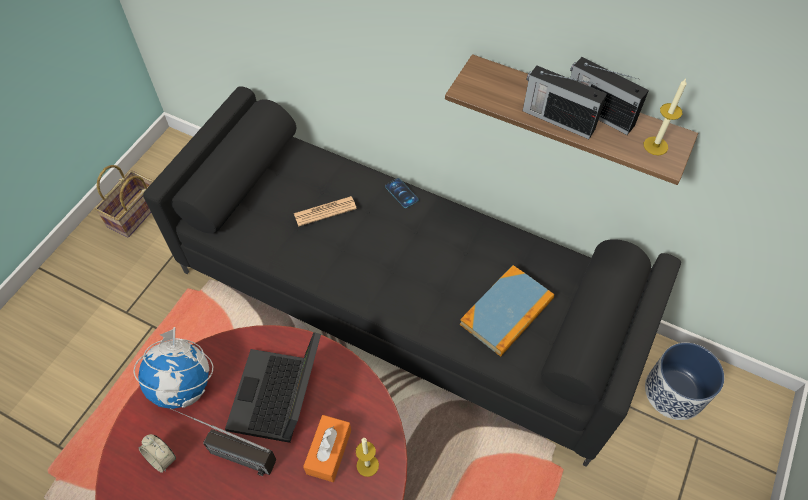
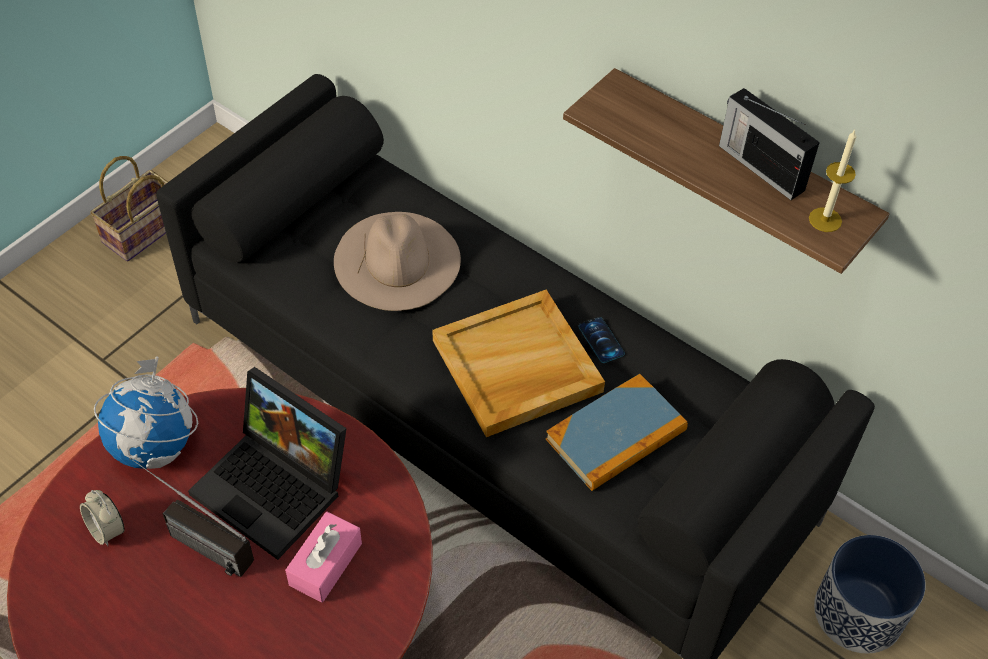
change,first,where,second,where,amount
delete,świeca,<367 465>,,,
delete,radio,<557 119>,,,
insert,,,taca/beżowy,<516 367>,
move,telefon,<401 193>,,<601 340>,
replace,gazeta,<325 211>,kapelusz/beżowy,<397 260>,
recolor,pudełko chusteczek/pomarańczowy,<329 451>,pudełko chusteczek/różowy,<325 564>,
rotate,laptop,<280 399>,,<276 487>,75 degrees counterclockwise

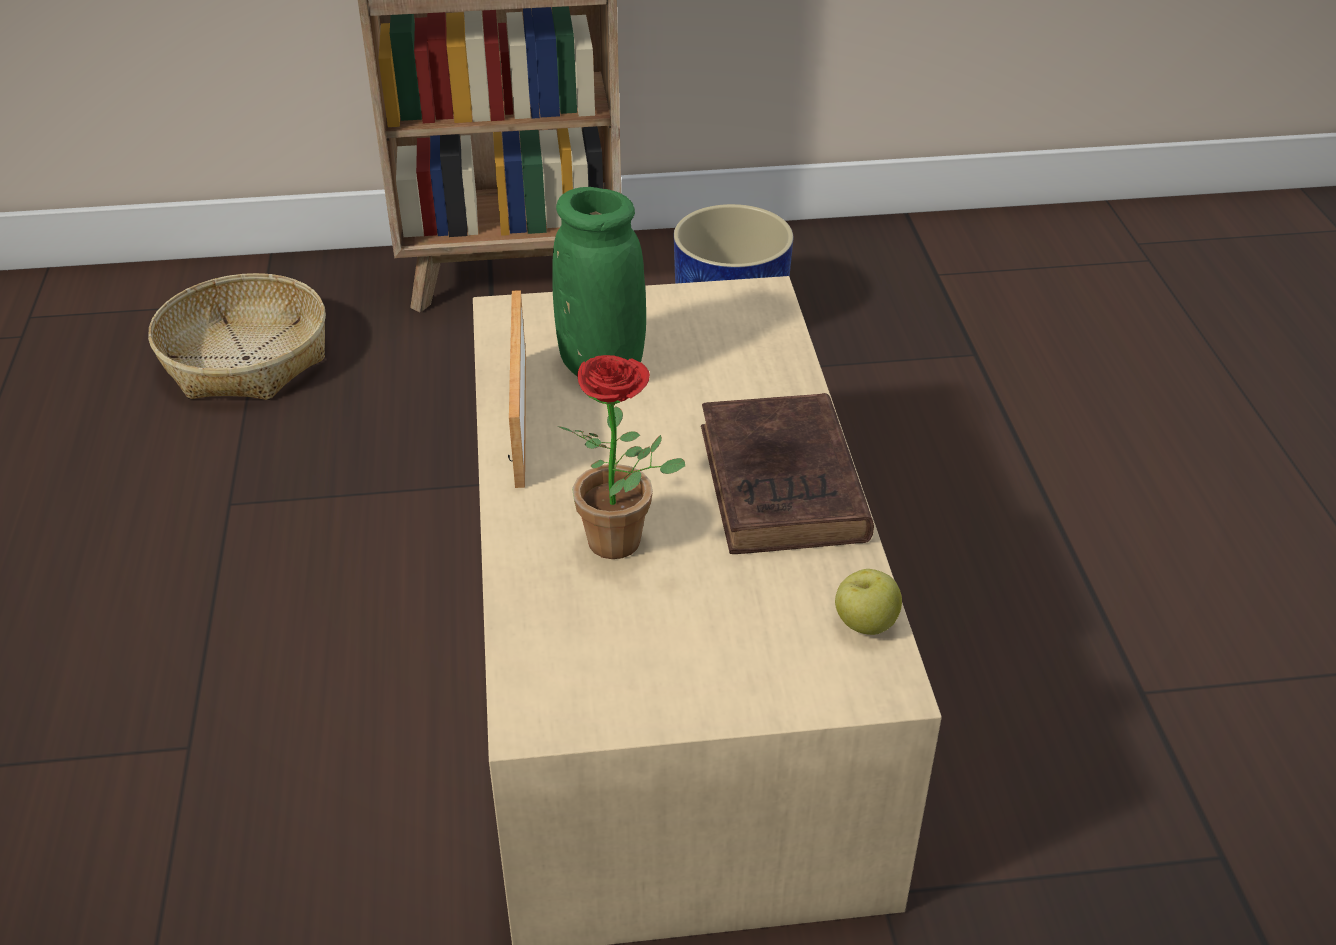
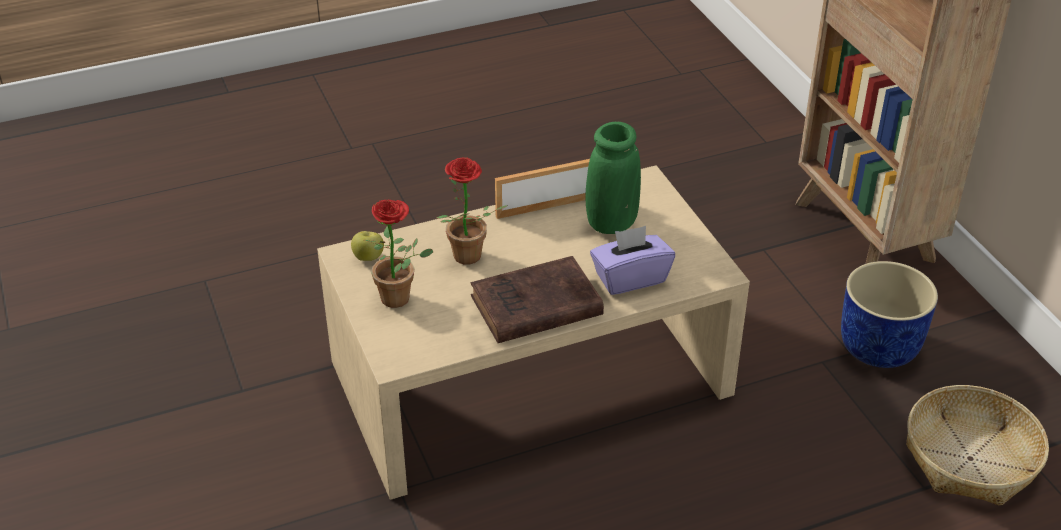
change,first,where,second,where,amount
insert,,,roślina doniczkowa,<401 299>,
insert,,,pudełko chusteczek/fioletowy,<630 278>,
move,koszyk,<246 358>,,<970 459>,
move,jabłko,<865 624>,,<368 257>,

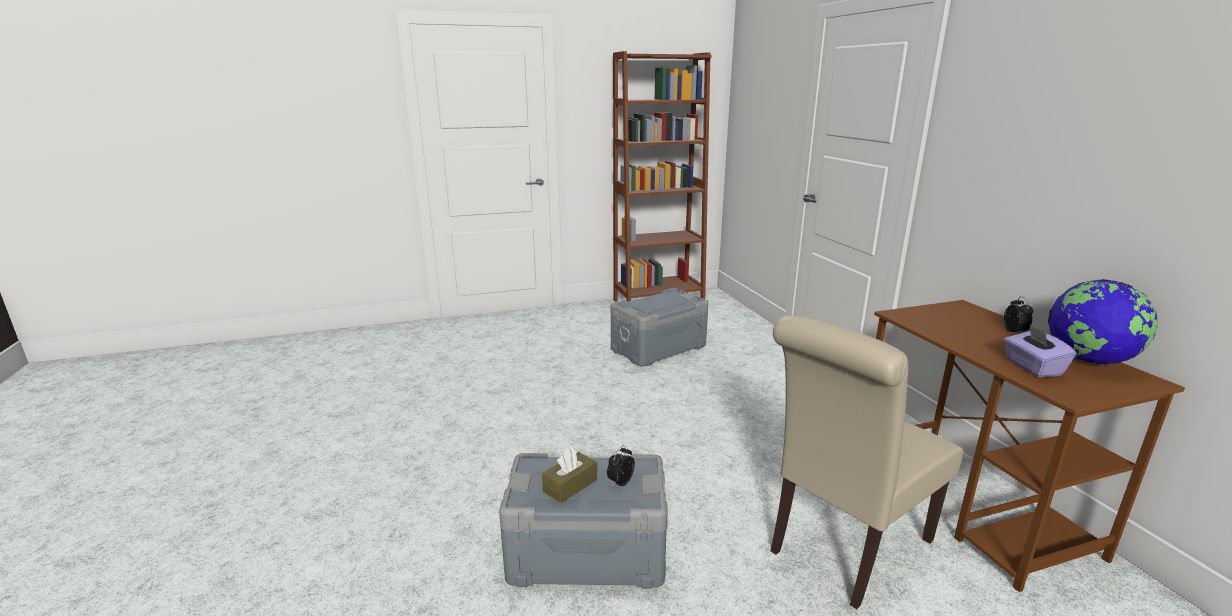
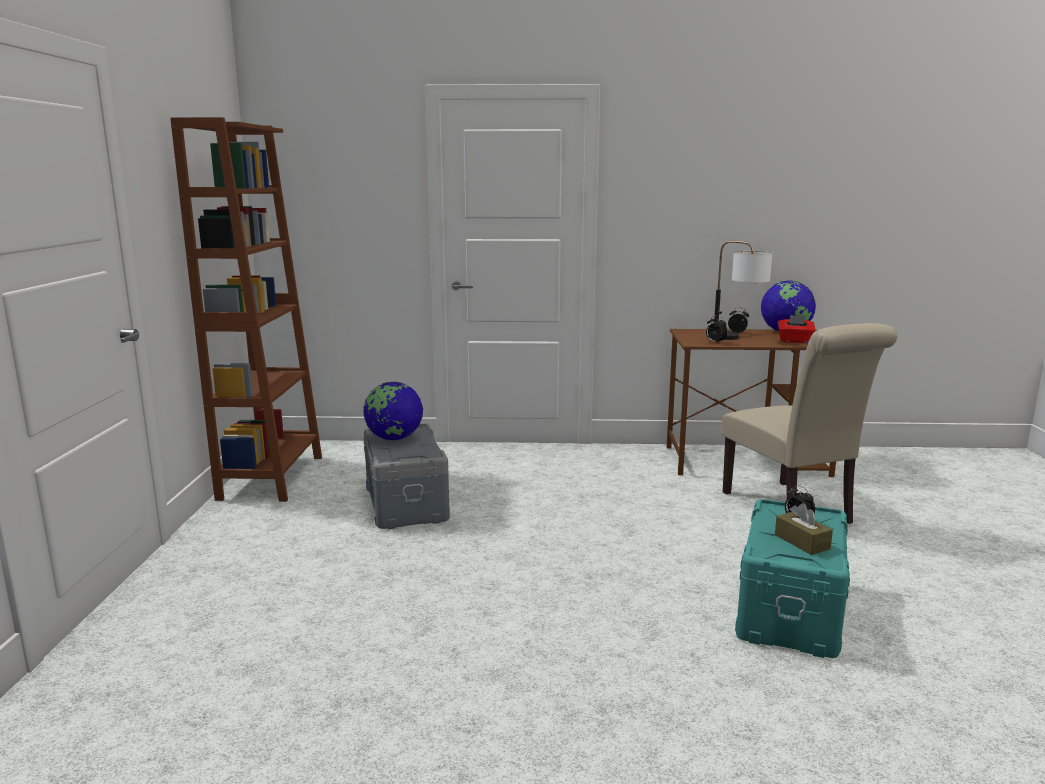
change,first,where,second,where,amount
insert,,,globus,<394 439>,
insert,,,budzik,<715 342>,
insert,,,lampa stołowa,<736 339>,
recolor,pojemnik do przechowywania/szary,<587 554>,pojemnik do przechowywania/turkusowy,<791 611>,
recolor,pudełko chusteczek/fioletowy,<1032 367>,pudełko chusteczek/czerwony,<795 341>,

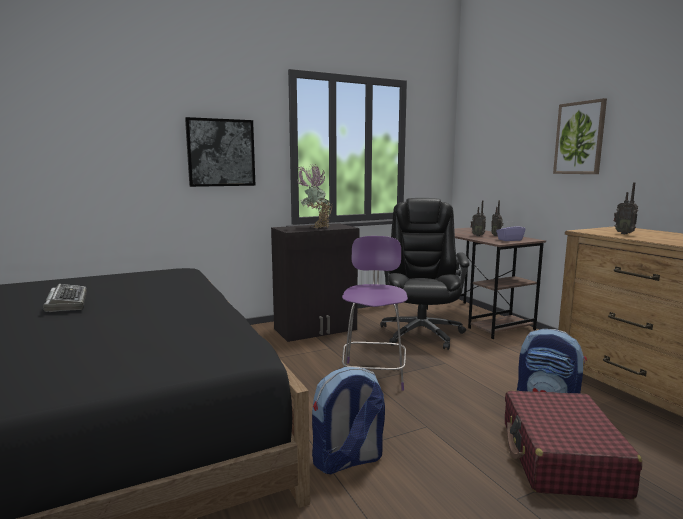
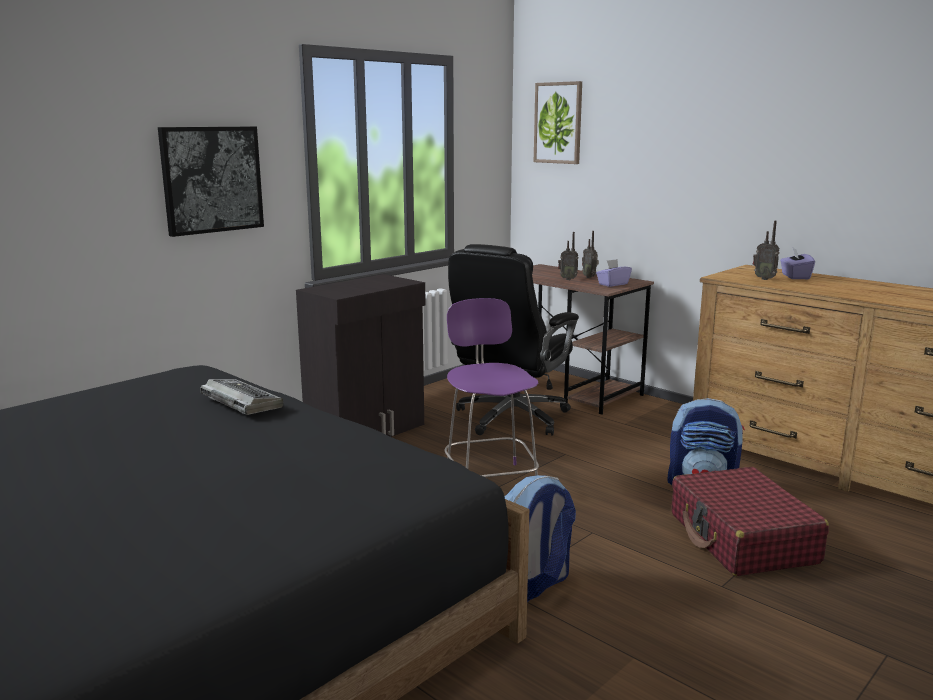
change,first,where,second,where,amount
delete,roślina doniczkowa,<315 228>,,,
insert,,,pudełko chusteczek/fioletowy,<795 276>,
move,klawiatura,<67 303>,,<240 402>,
move,obraz,<579 138>,,<558 123>,
rotate,krzesło biurowe/czarny,<421 333>,,<511 418>,135 degrees counterclockwise

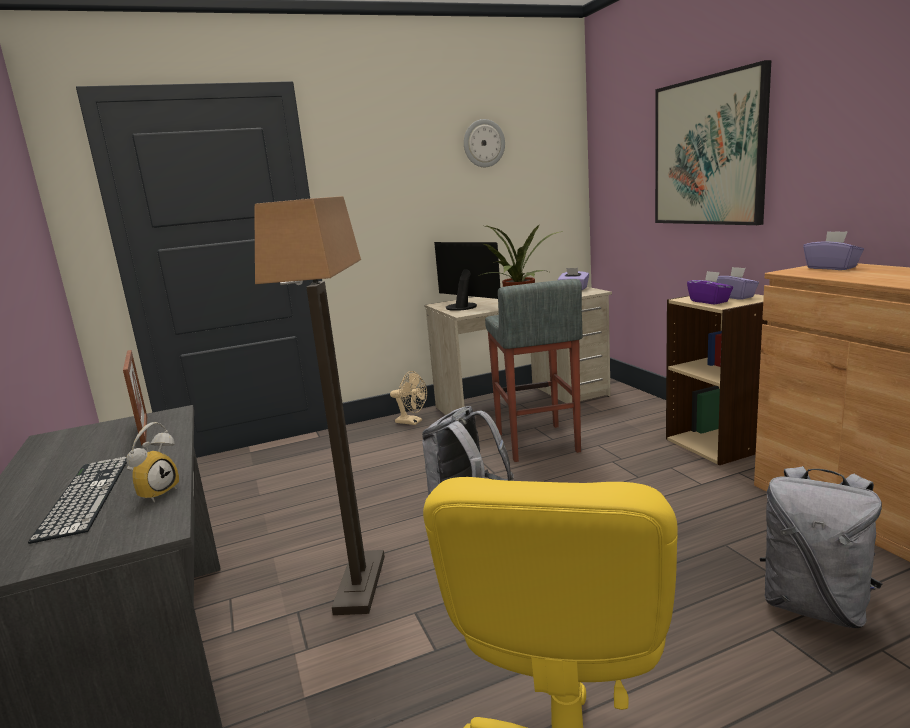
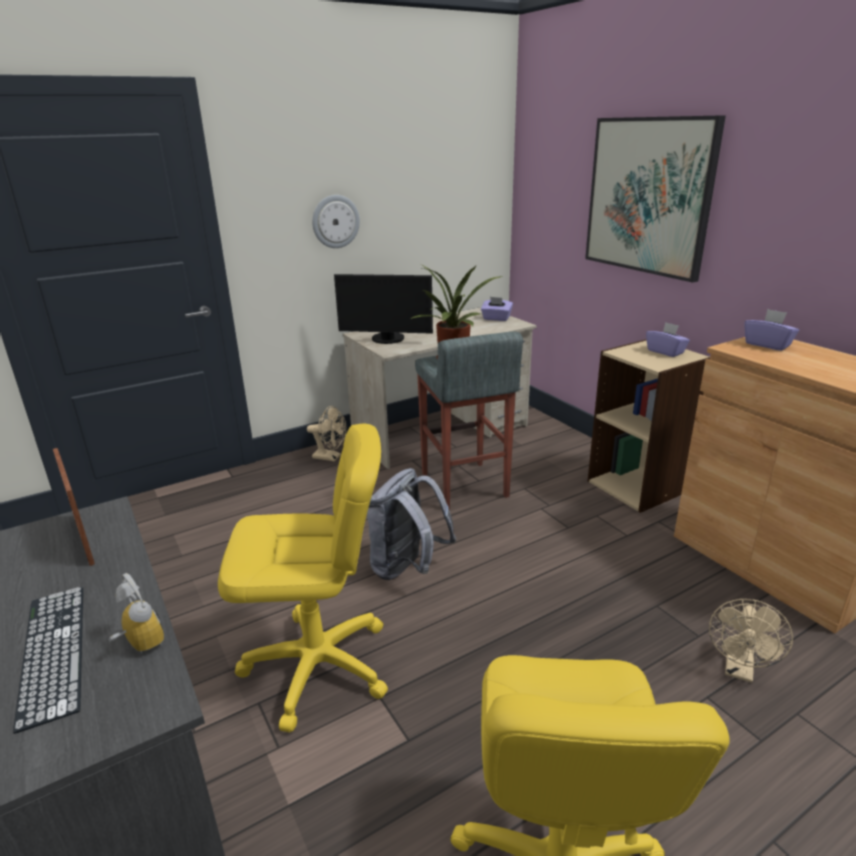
change,first,where,second,where,amount
delete,pudełko chusteczek/fioletowy,<709 301>,,,
move,zegar ścienny,<483 143>,,<335 221>,
replace,lampa stojąca,<361 584>,krzesło biurowe/żółty,<318 666>,
replace,plecak/szary,<814 606>,wentylator/beżowy,<739 670>,
rotate,budzik,<156 492>,,<137 645>,60 degrees counterclockwise
rotate,monitor,<464 306>,,<387 340>,150 degrees clockwise

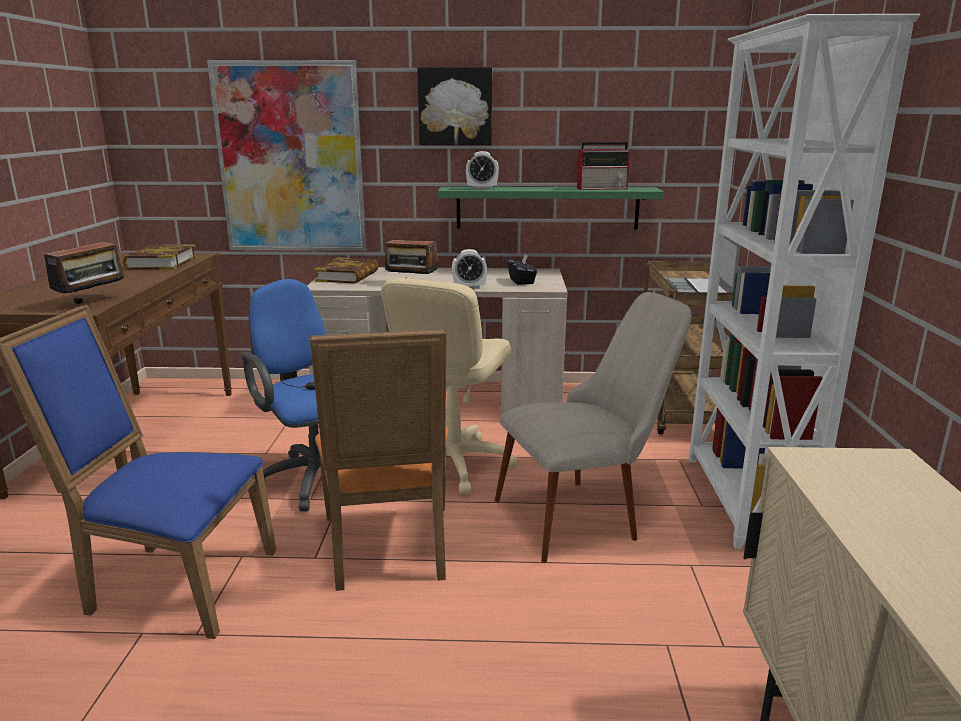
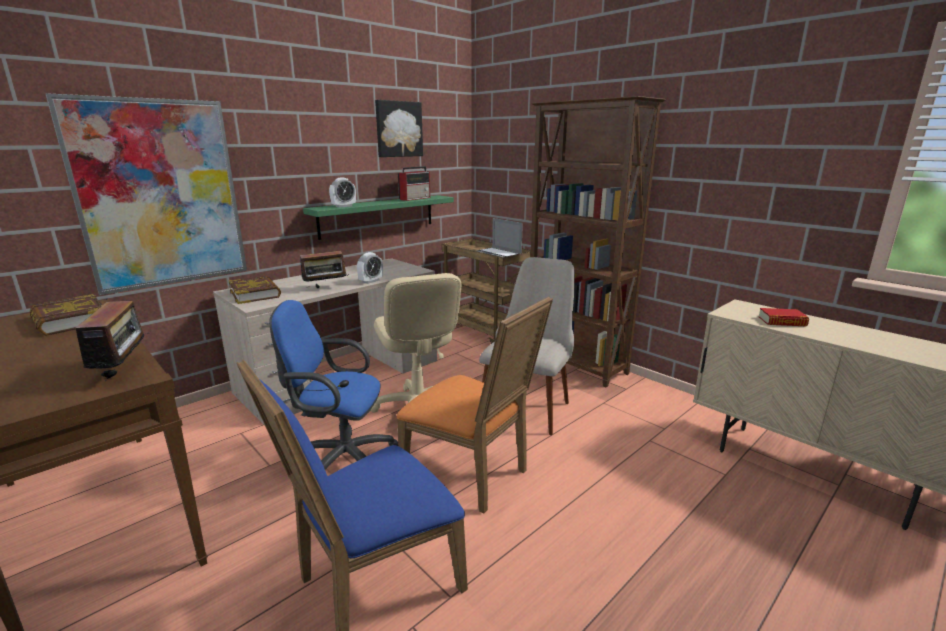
change,first,where,second,where,amount
delete,pudełko chusteczek/czarny,<522 281>,,,
insert,,,książka,<782 321>,
move,obraz,<455 106>,,<398 129>,
recolor,regał/biały,<743 501>,regał/brązowy,<575 365>,

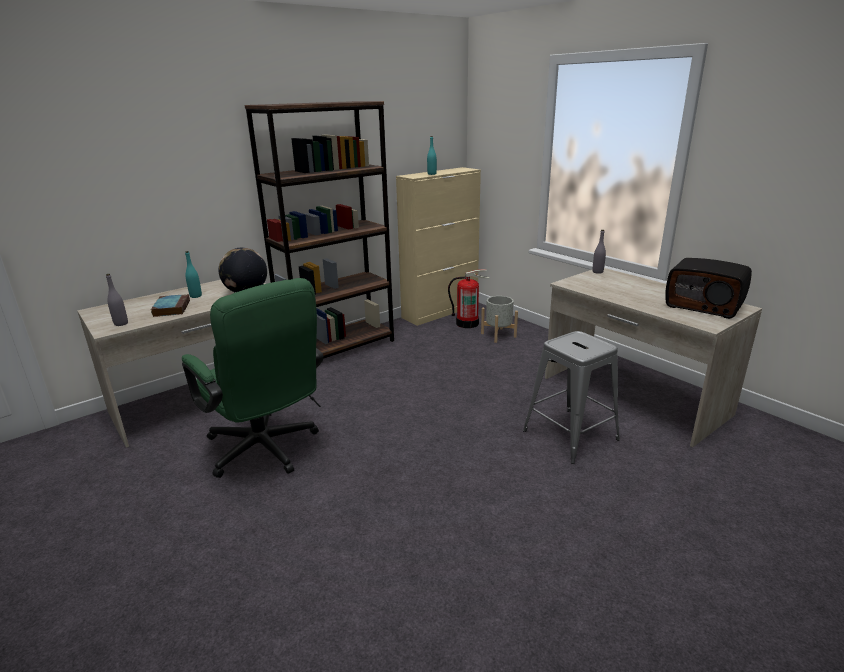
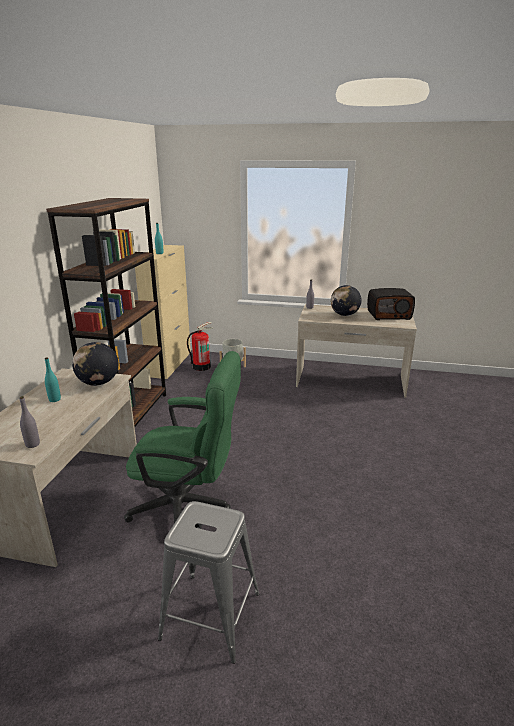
change,first,where,second,where,amount
delete,książka,<171 308>,,,
insert,,,globus,<344 315>,
move,stołek/szary,<571 435>,,<211 615>,

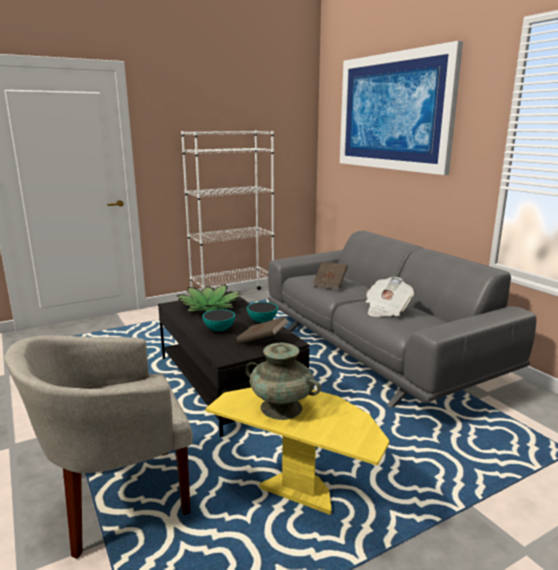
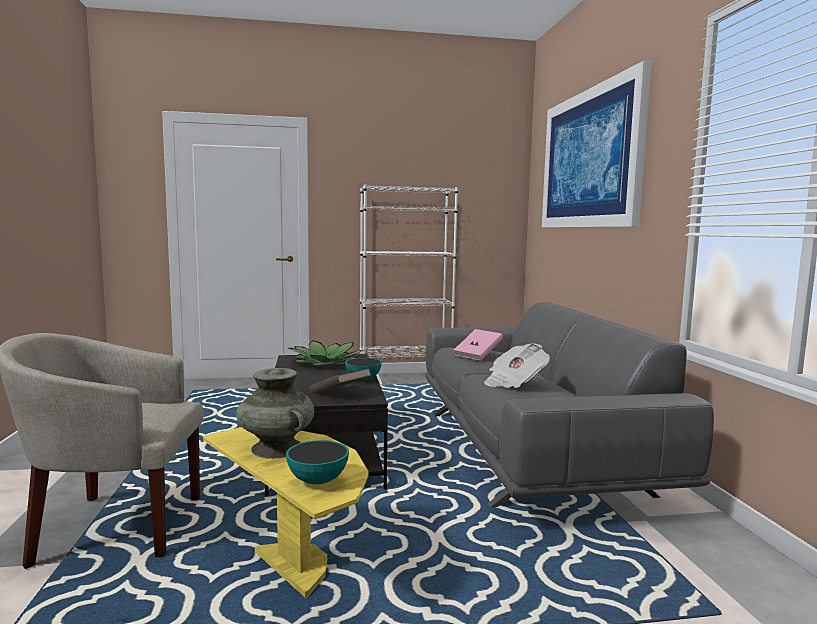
change,first,where,second,where,amount
move,miska,<219 330>,,<317 481>,
recolor,książka/brązowy,<330 284>,książka/różowy,<478 355>,

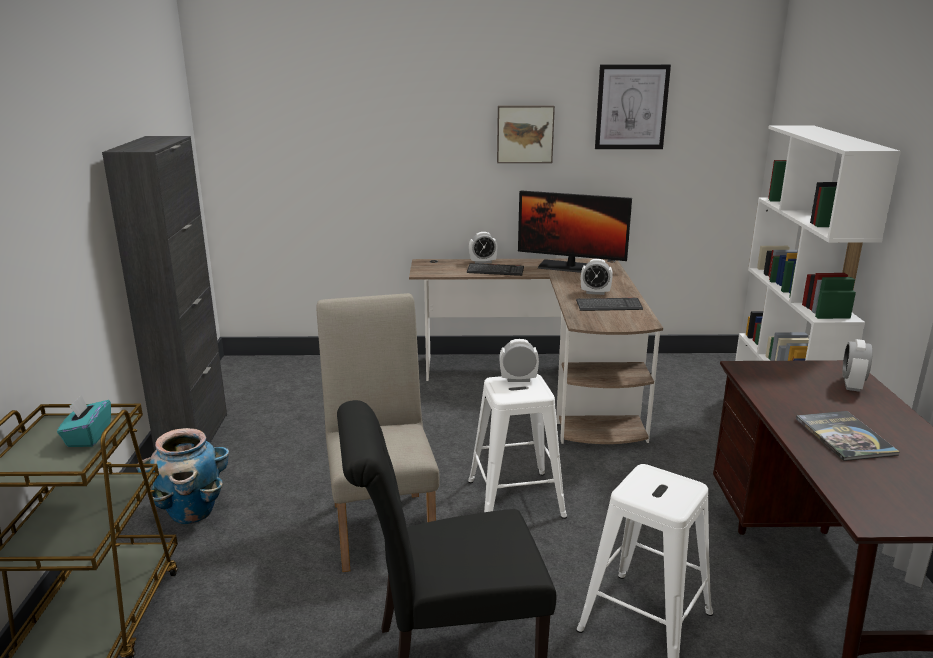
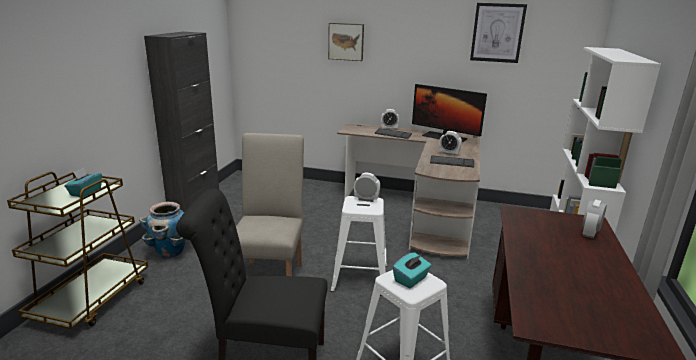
change,first,where,second,where,amount
delete,książka,<845 437>,,,
insert,,,pudełko chusteczek/turkusowy,<411 279>,
move,obraz,<525 134>,,<346 41>,

